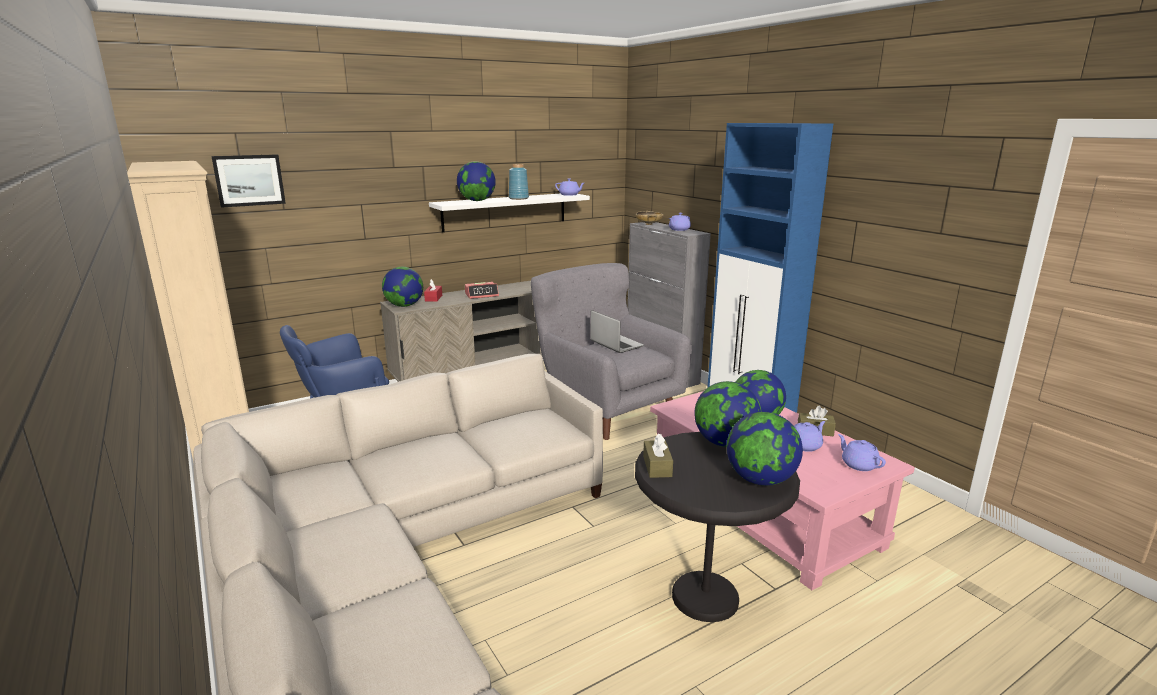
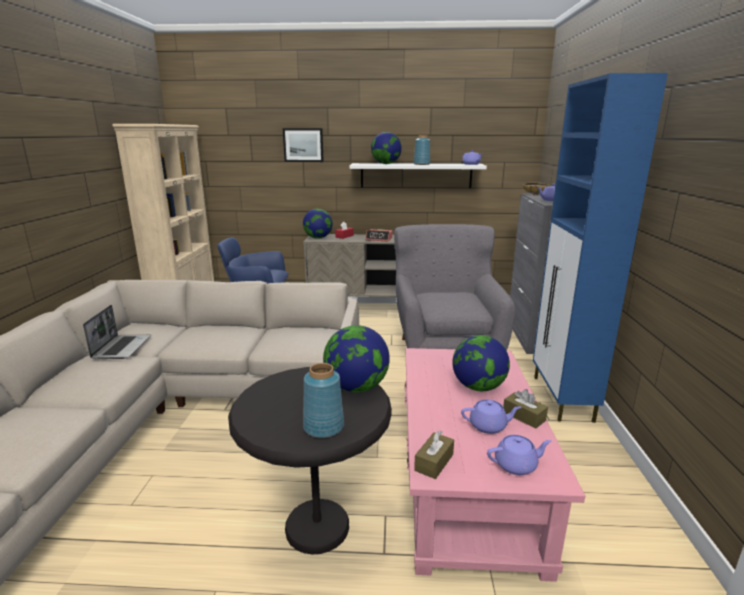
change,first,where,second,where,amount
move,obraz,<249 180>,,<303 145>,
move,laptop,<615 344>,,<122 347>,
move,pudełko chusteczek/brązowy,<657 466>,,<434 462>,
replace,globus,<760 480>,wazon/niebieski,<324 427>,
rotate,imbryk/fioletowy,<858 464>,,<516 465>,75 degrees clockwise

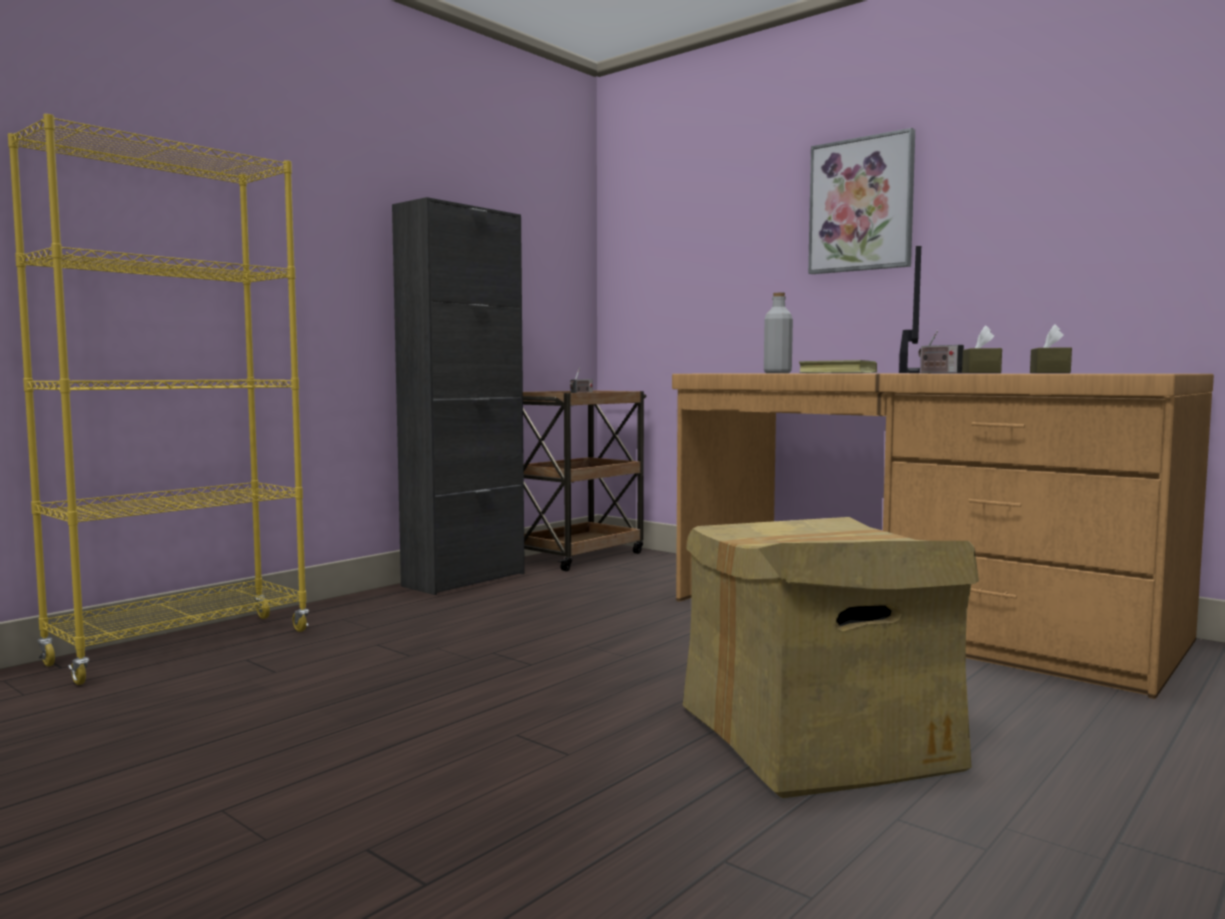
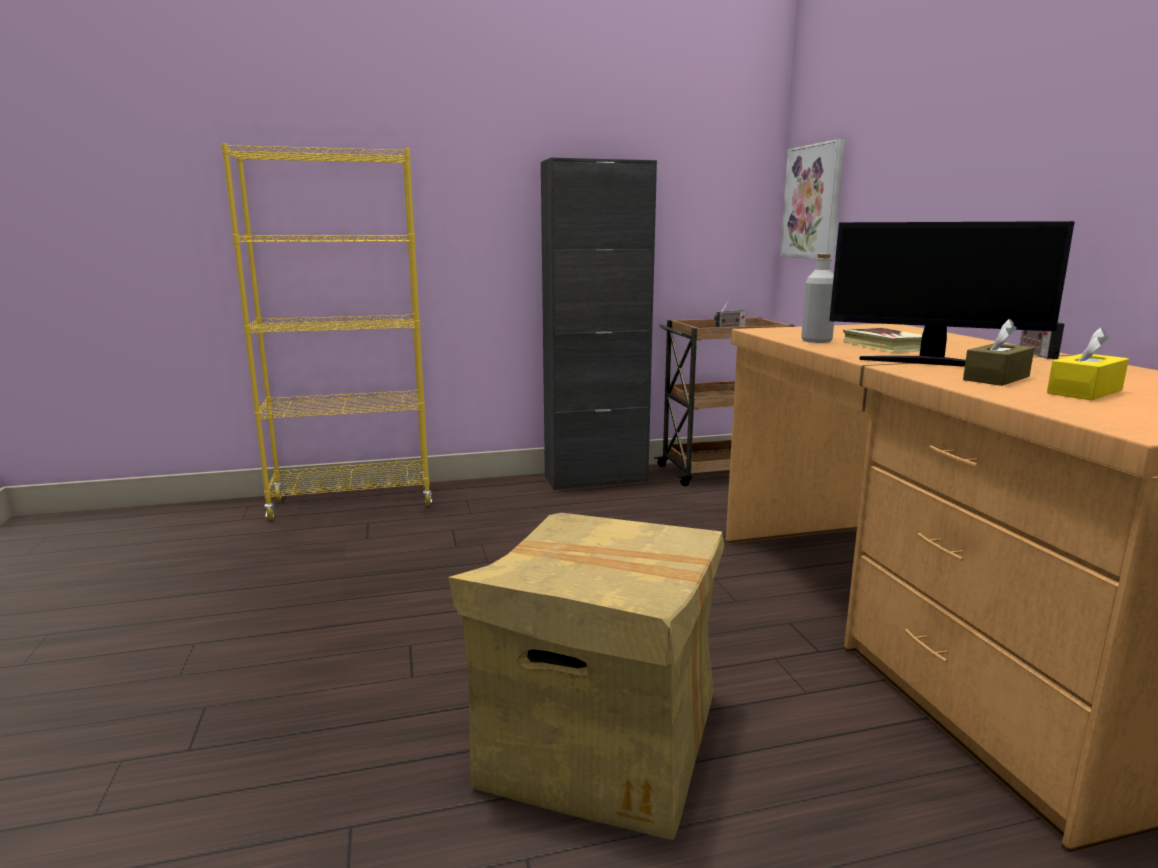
change,first,where,second,where,amount
move,obraz,<861 205>,,<813 202>,
recolor,pudełko chusteczek/brązowy,<1049 373>,pudełko chusteczek/żółty,<1084 392>,
rotate,monitor,<909 373>,,<931 362>,60 degrees clockwise

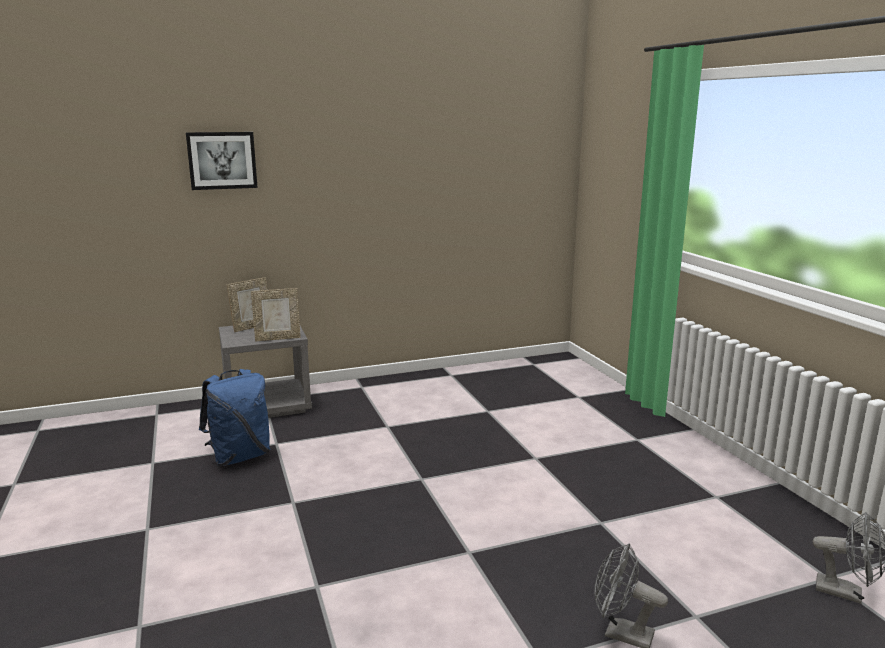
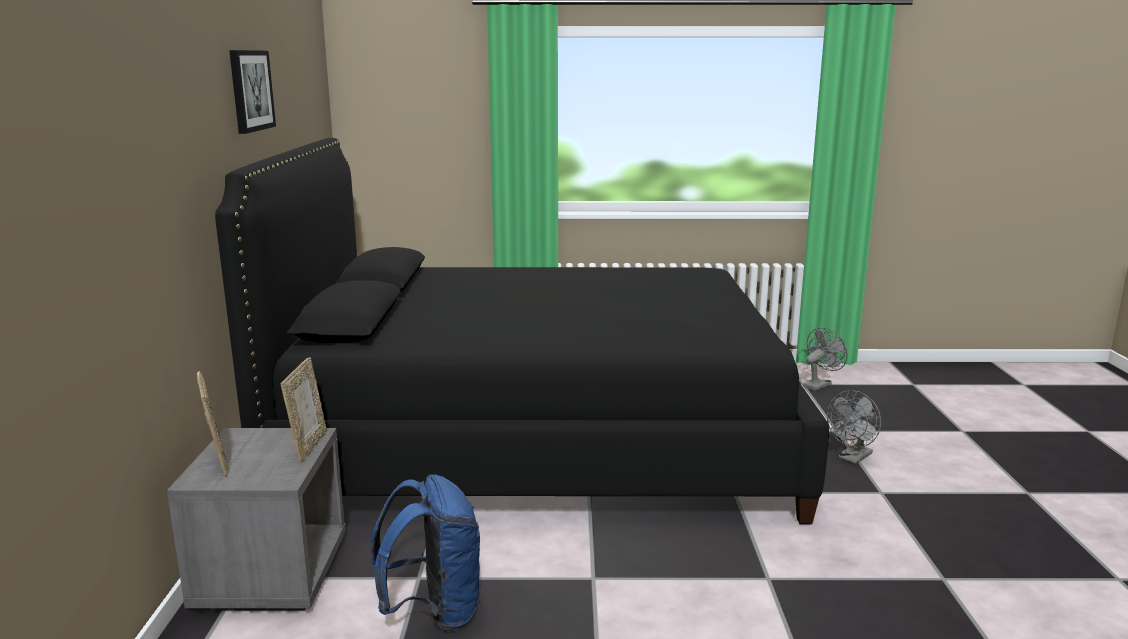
change,first,where,second,where,amount
insert,,,łóżko/czarny,<538 439>,
move,obraz,<222 160>,,<250 90>,

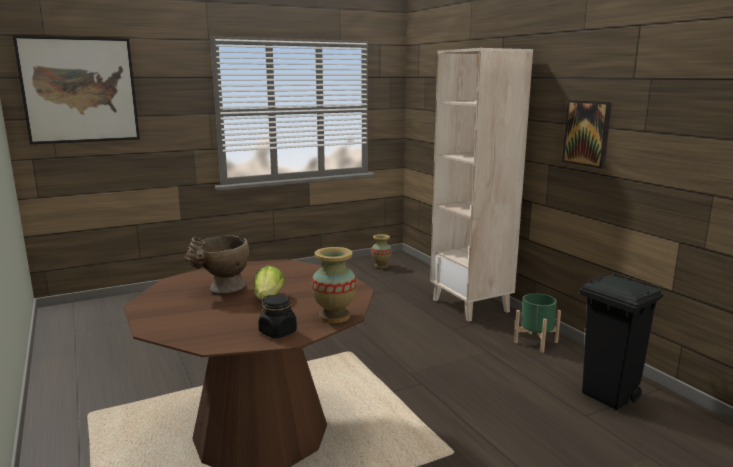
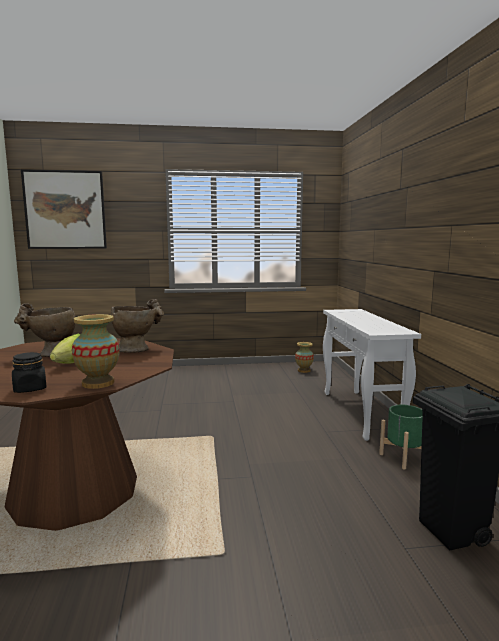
change,first,where,second,where,amount
delete,obraz,<587 133>,,,
insert,,,wazon/beżowy,<138 349>,
replace,regał/beżowy,<471 305>,stolik konsolowy/biały,<361 413>,

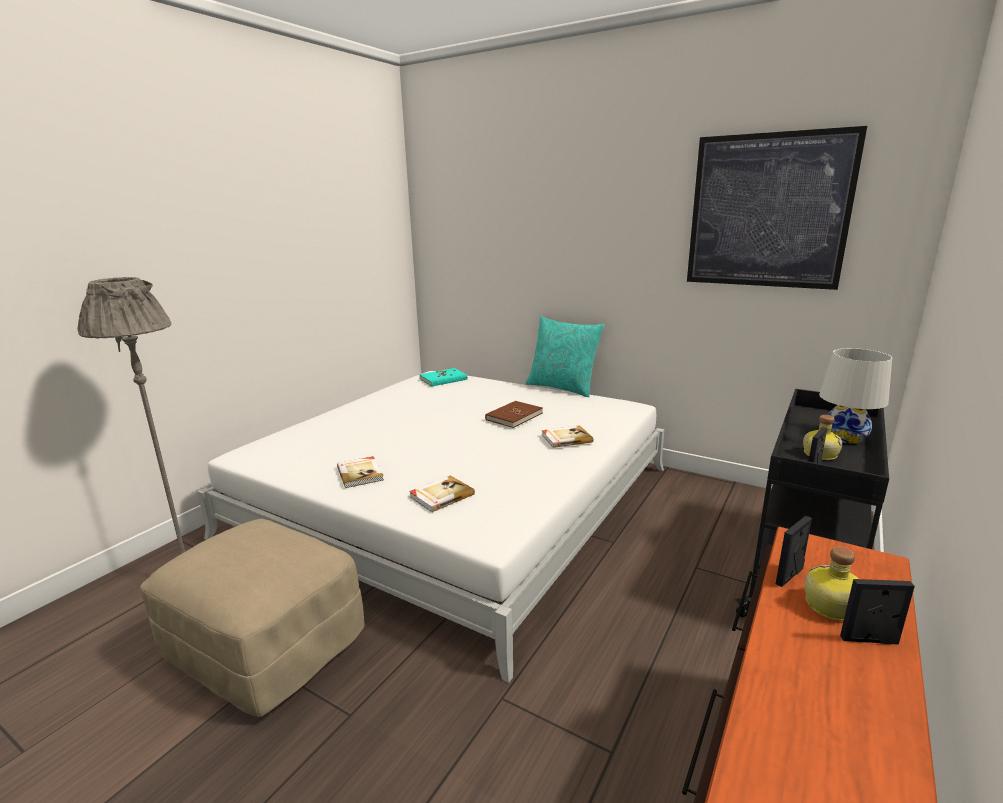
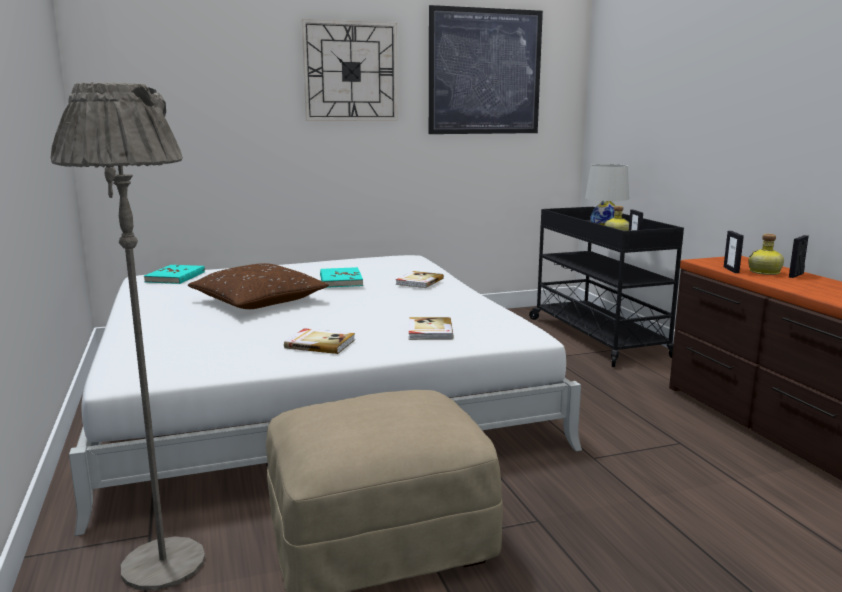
change,first,where,second,where,amount
delete,poduszka/turkusowy,<563 388>,,,
insert,,,poduszka/brązowy,<259 300>,
insert,,,zegar ścienny,<350 71>,
recolor,książka/brązowy,<514 416>,książka/turkusowy,<340 280>,

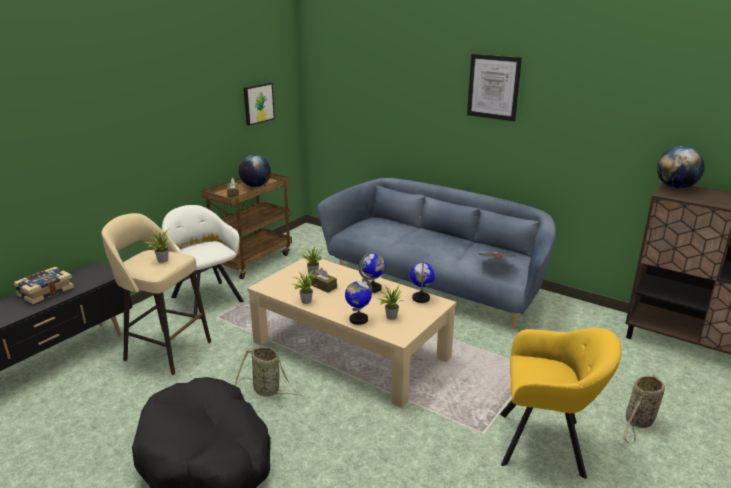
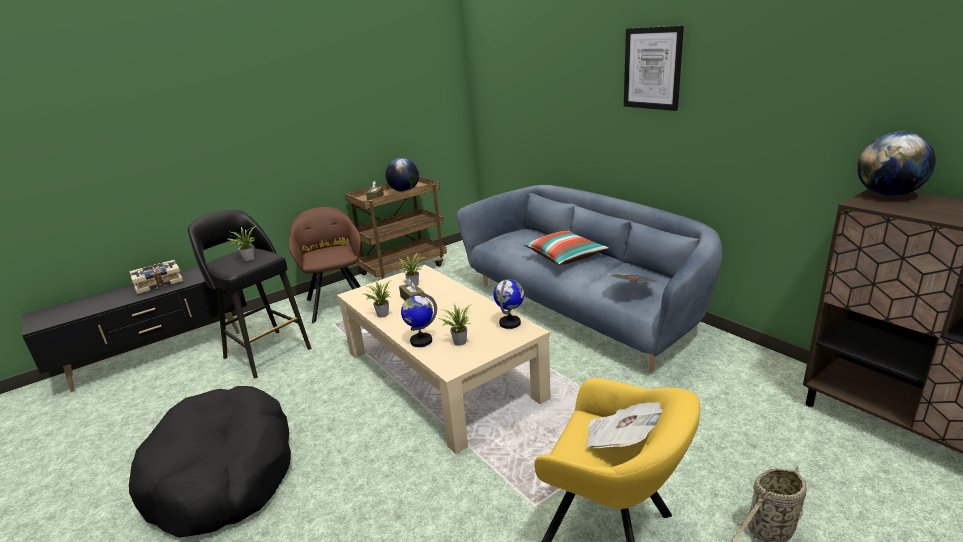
change,first,where,second,where,amount
delete,koszyk,<268 391>,,,
delete,obraz,<258 103>,,,
delete,globus,<373 288>,,,
insert,,,poduszka,<564 257>,
insert,,,gazeta,<621 441>,
recolor,stołek/beżowy,<166 350>,stołek/czarny,<266 352>,
recolor,fotel/biały,<206 297>,fotel/brązowy,<337 302>,

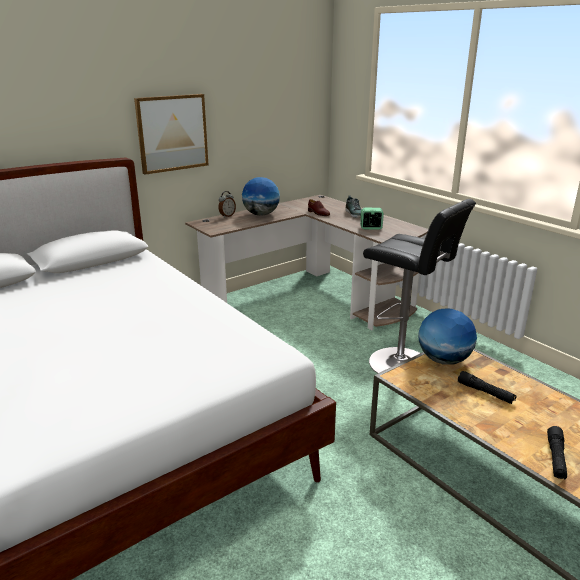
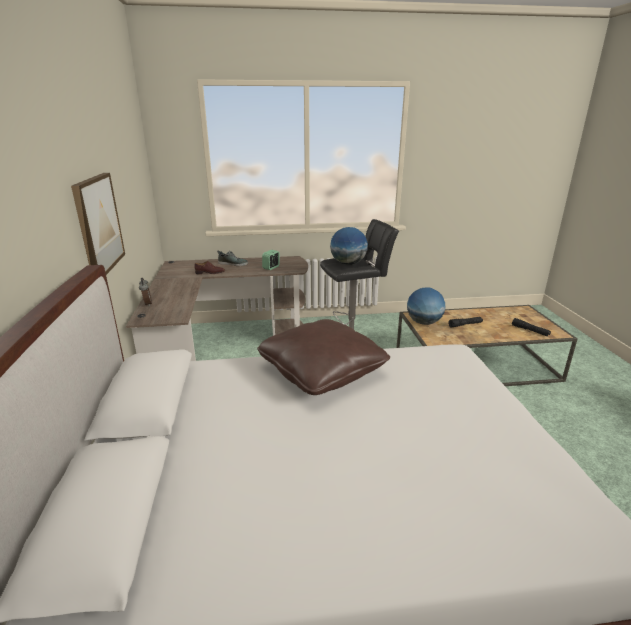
change,first,where,second,where,amount
insert,,,poduszka/brązowy,<322 371>,
move,globus,<261 214>,,<348 263>,

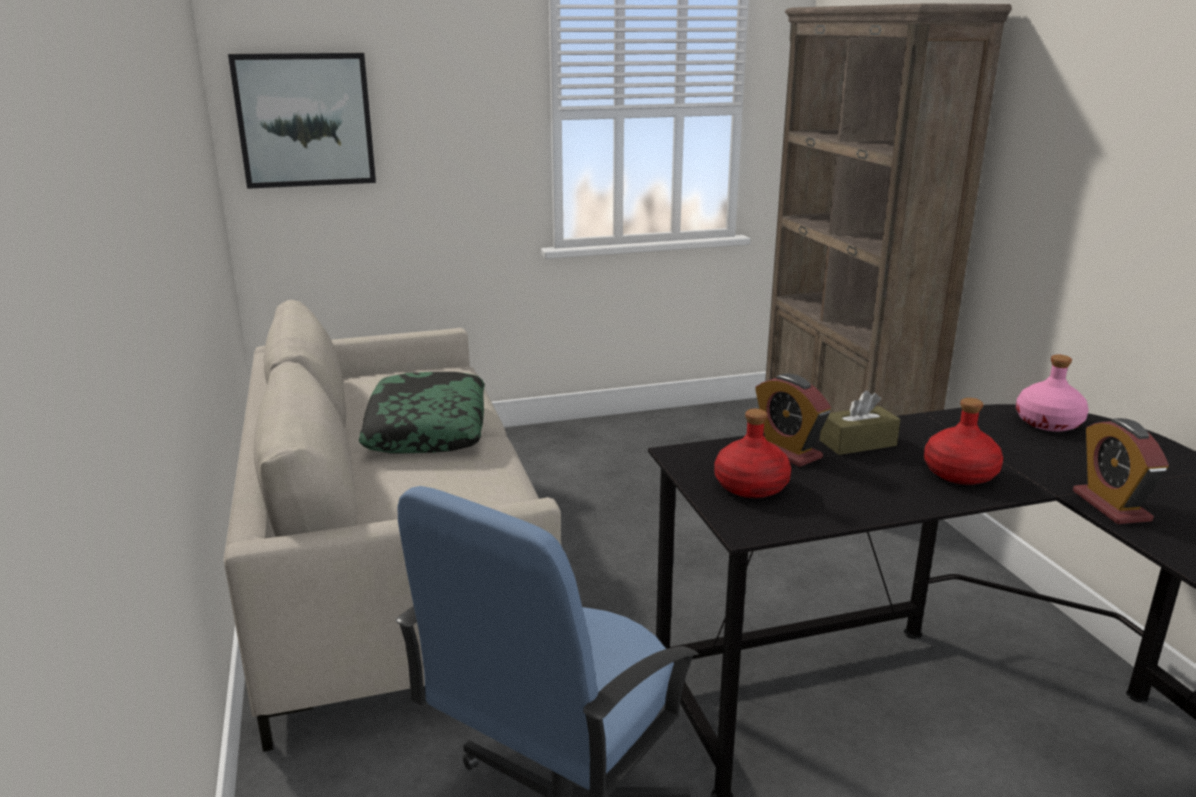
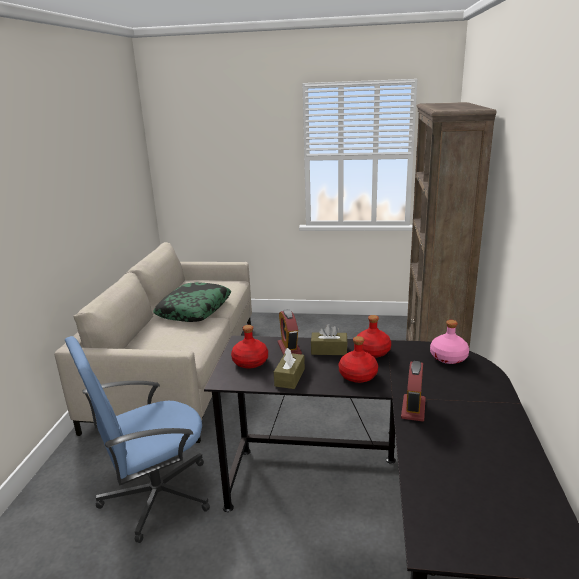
change,first,where,second,where,amount
delete,obraz,<305 120>,,,
insert,,,pudełko chusteczek/brązowy,<290 377>,
insert,,,butelka/czerwony,<372 352>,

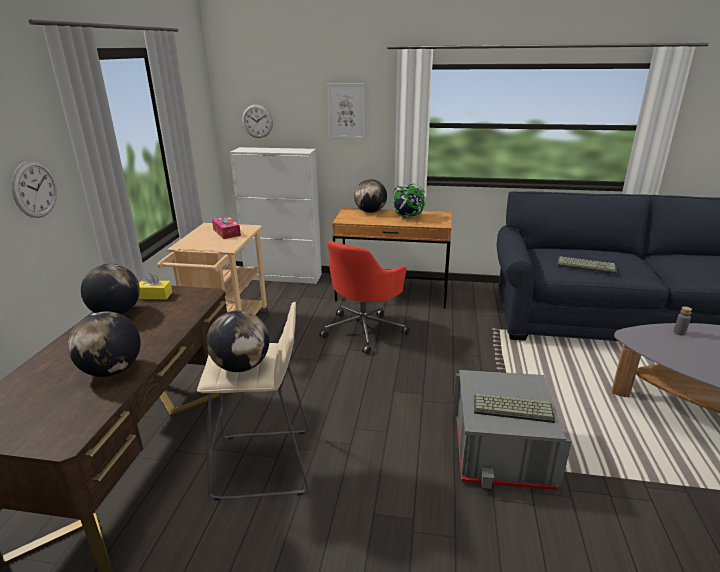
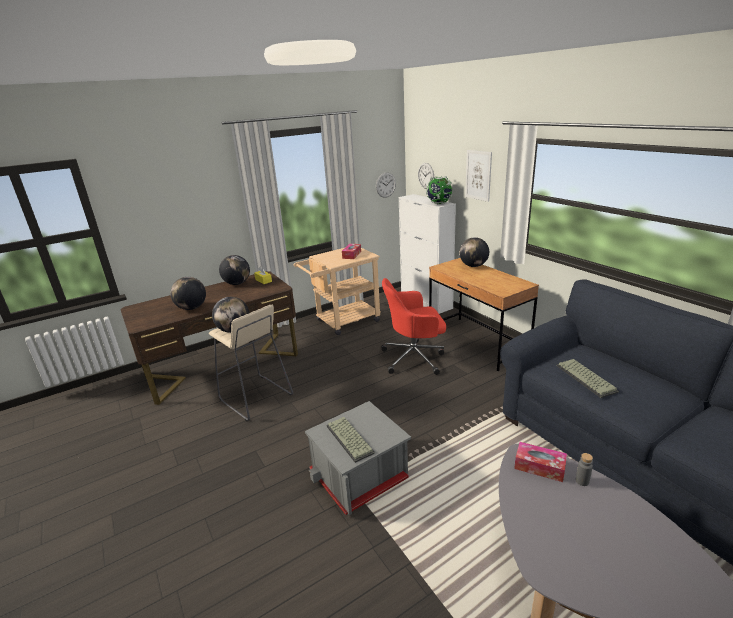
change,first,where,second,where,amount
insert,,,pudełko chusteczek,<539 467>,
move,zegar ścienny,<35 189>,,<385 185>,
move,globus,<408 217>,,<439 203>,

